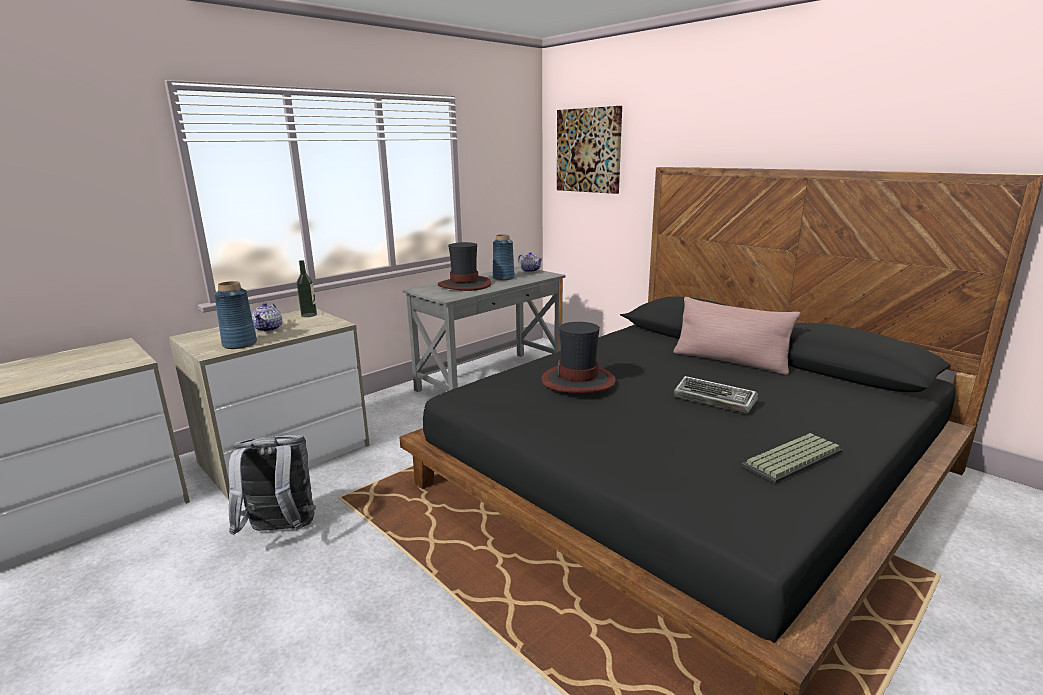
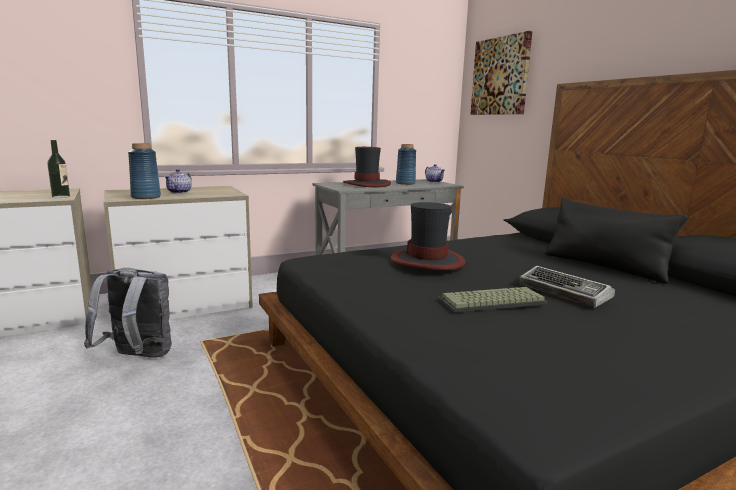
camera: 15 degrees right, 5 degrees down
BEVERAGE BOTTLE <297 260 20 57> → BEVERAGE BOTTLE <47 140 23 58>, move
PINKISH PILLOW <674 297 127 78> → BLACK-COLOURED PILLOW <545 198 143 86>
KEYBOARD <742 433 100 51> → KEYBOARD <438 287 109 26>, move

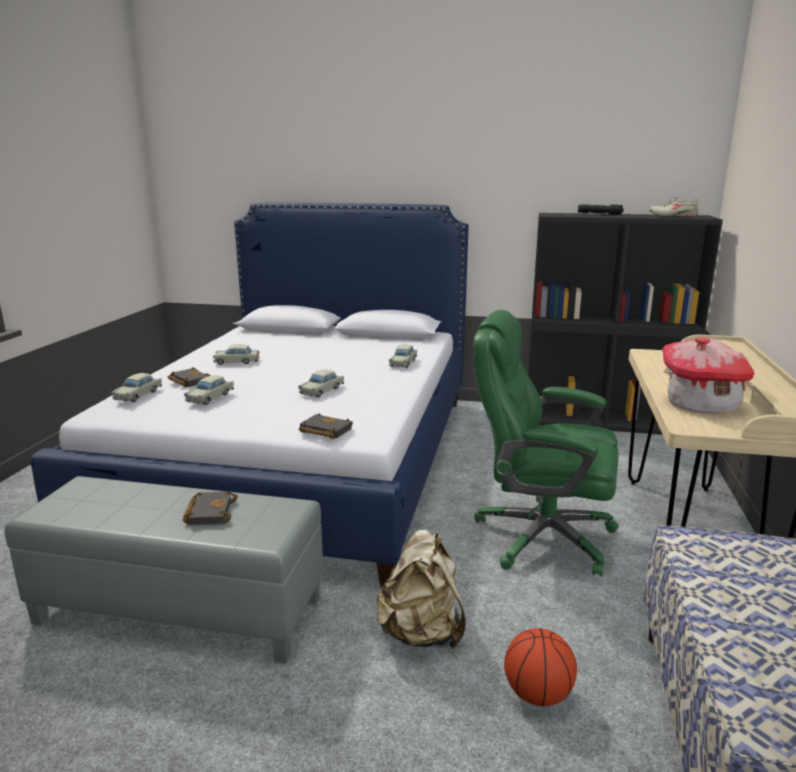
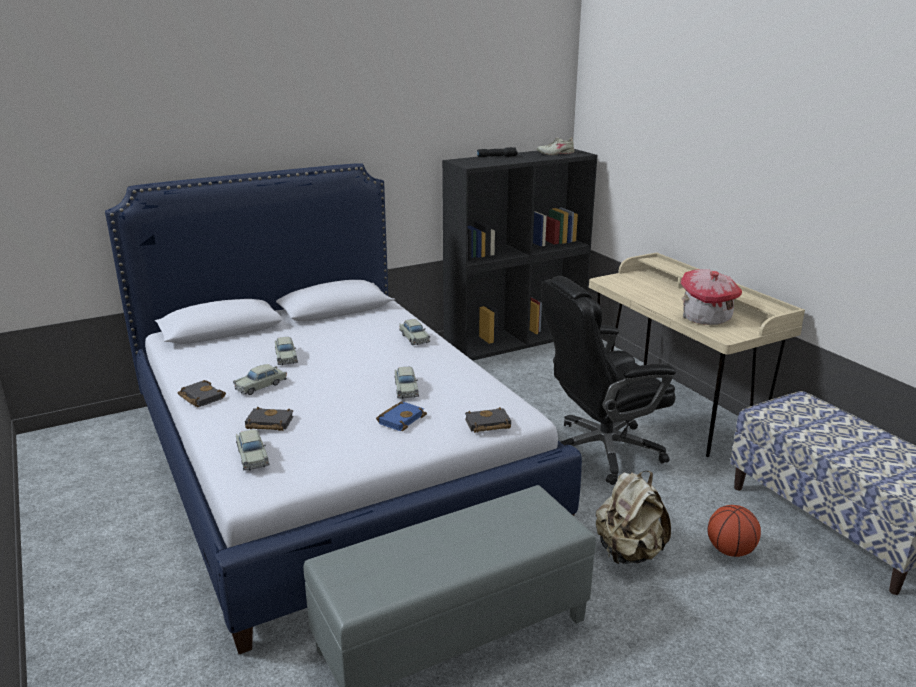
camera: 40 degrees left, 5 degrees up
GREEN-COLOURED OFFICE CHAIR <474 310 145 266> → BLACK-COLOURED OFFICE CHAIR <541 276 135 209>
BEIGE-COLOURED MINIATURE CAR <184 375 50 30> → BEIGE-COLOURED MINIATURE CAR <275 337 23 28>, move
BLACK-COLOURED VOLUME <183 491 55 34> → BLACK-COLOURED VOLUME <178 380 48 27>, move
- → BLUISH VOLUME <376 401 51 30>

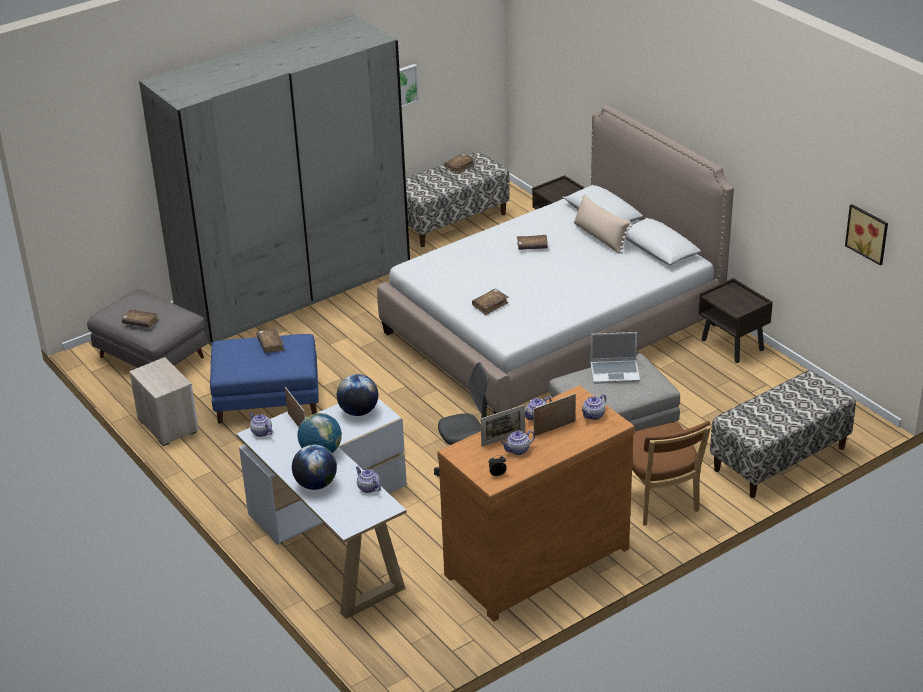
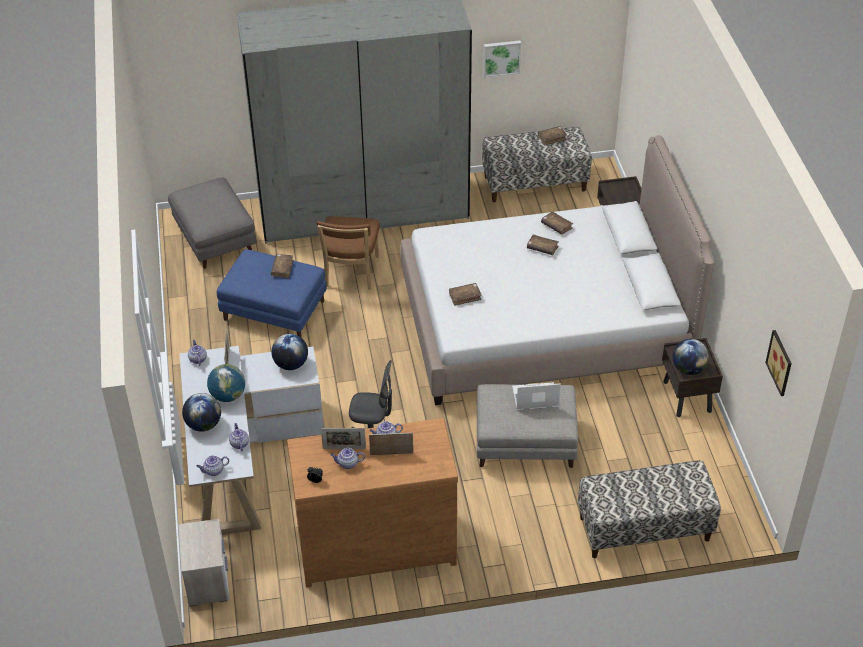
camera: 25 degrees right, 10 degrees up
BEIGE-COLOURED PILLOW <574 194 58 60> → -
BROWNISH VOLUME <122 309 37 19> → BROWNISH VOLUME <541 211 32 24>, move
LAPTOP <590 332 50 52> → LAPTOP <512 382 49 29>, 150 degrees clockwise
NIGHT TABLE <129 357 70 89> → NIGHT TABLE <178 519 51 88>, move
TEA POT <581 394 25 26> → TEA POT <196 455 33 21>, move
BROWNISH PLAIN CHAIR <632 421 79 104> → BROWNISH PLAIN CHAIR <316 216 64 74>, move
- → GLOBE <673 339 36 36>

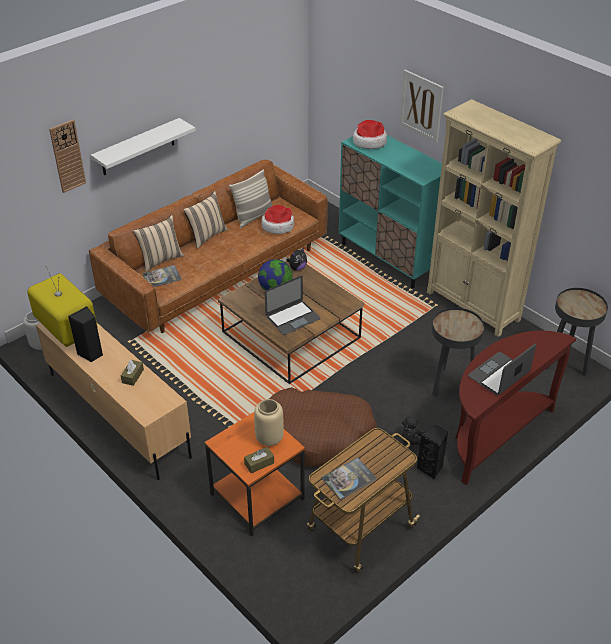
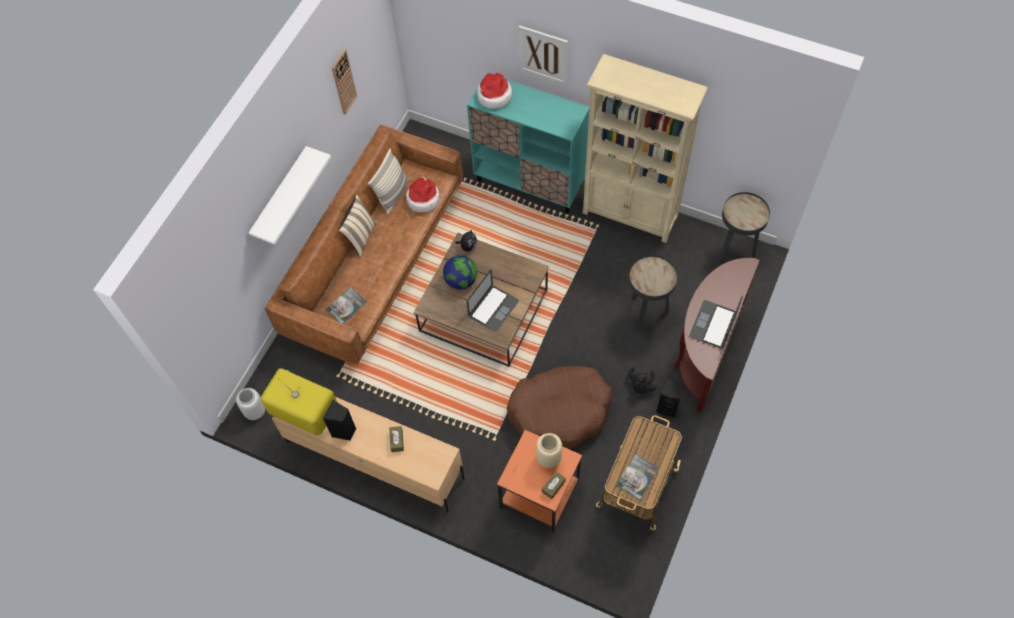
camera: 20 degrees left, 20 degrees up
HANGING CLOCK <49 119 37 74> → HANGING CLOCK <332 49 25 66>, move
BEIGE-COLOURED PILLOW <133 215 51 57> → -

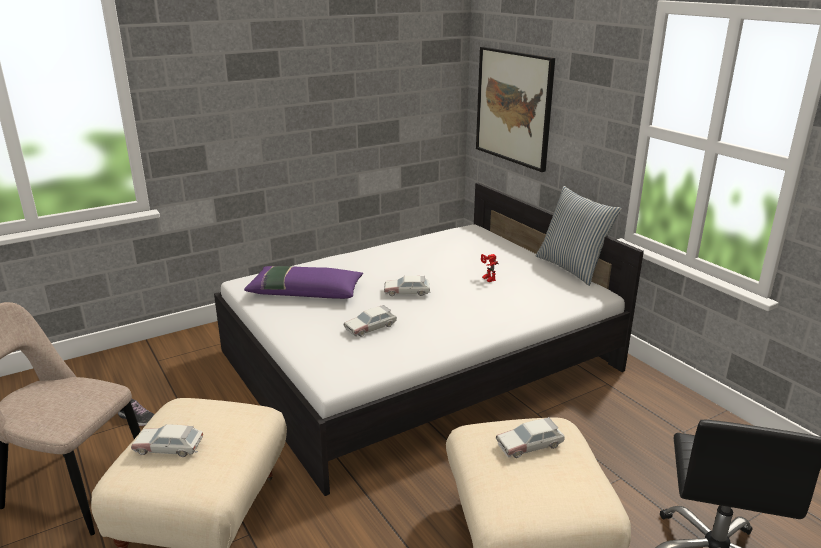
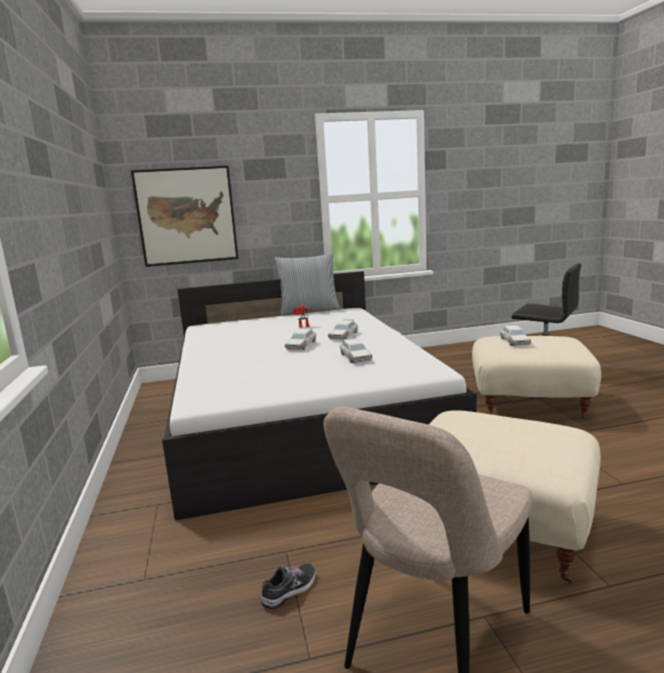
camera: 70 degrees left, 10 degrees down
PURPLE-COLOURED PILLOW <244 266 119 33> → -
MINIATURE CAR <131 424 72 33> → MINIATURE CAR <328 319 30 21>, move

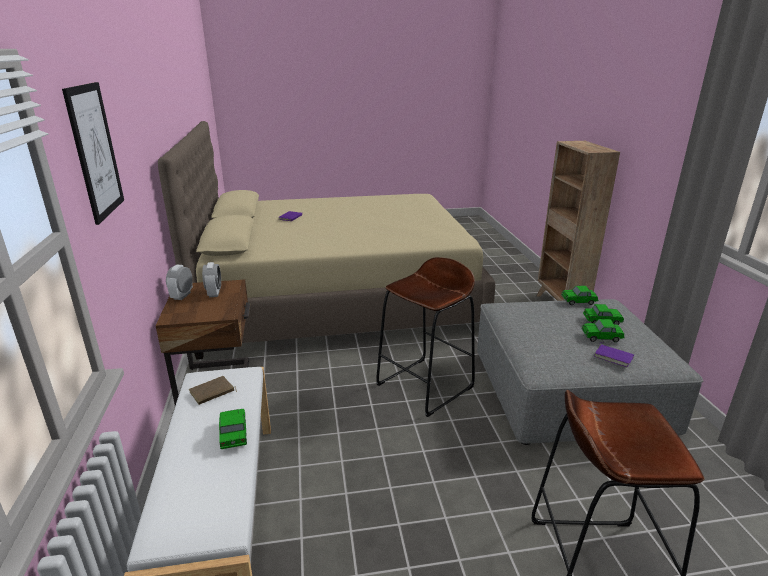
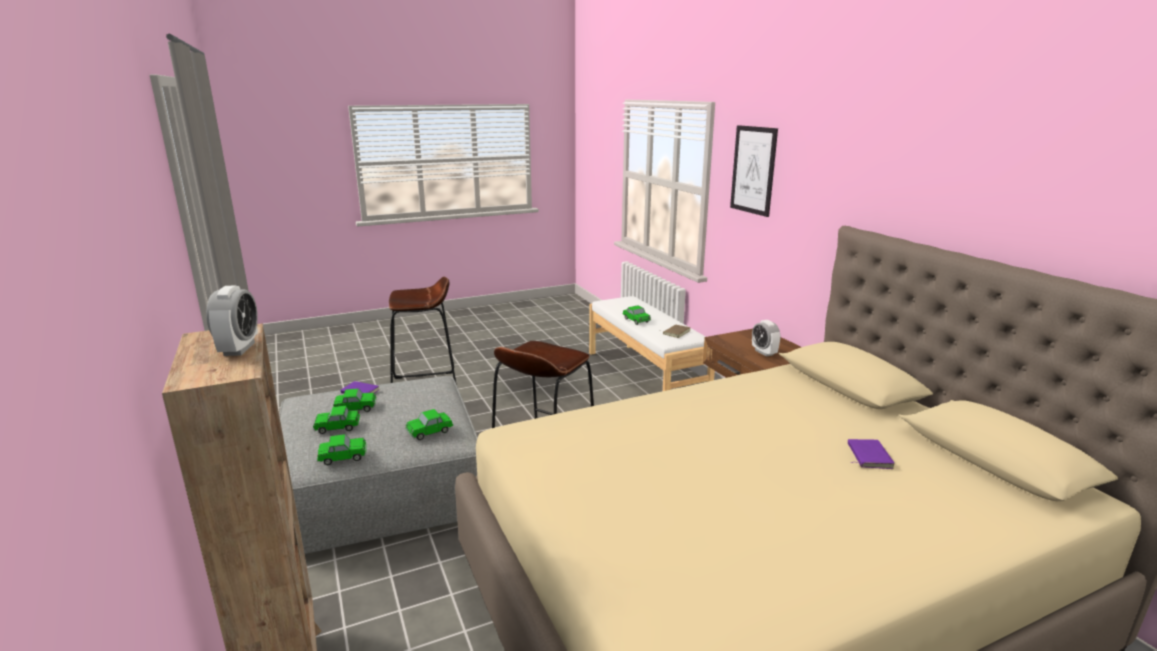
camera: 165 degrees right, 5 degrees down
BEDSIDE CLOCK <166 265 27 35> → BEDSIDE CLOCK <206 286 52 70>, move
- → MINIATURE CAR <405 409 48 31>

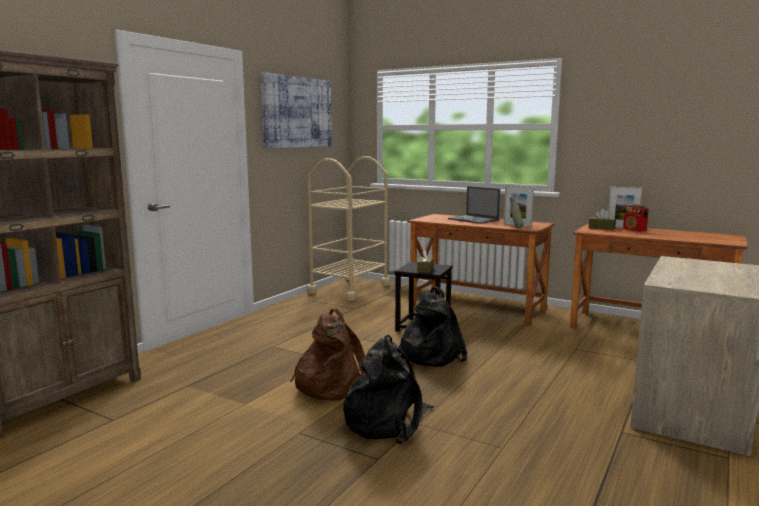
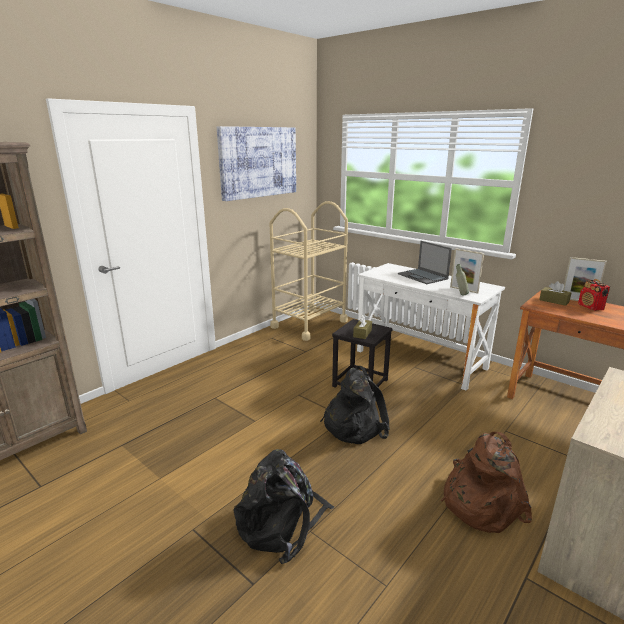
camera: 10 degrees right, 10 degrees up
BROWNISH DESK TABLE <408 214 146 112> → WHITE DESK TABLE <357 263 148 128>
BROWNISH KNAPSACK <290 308 76 93> → BROWNISH KNAPSACK <441 432 91 101>, move

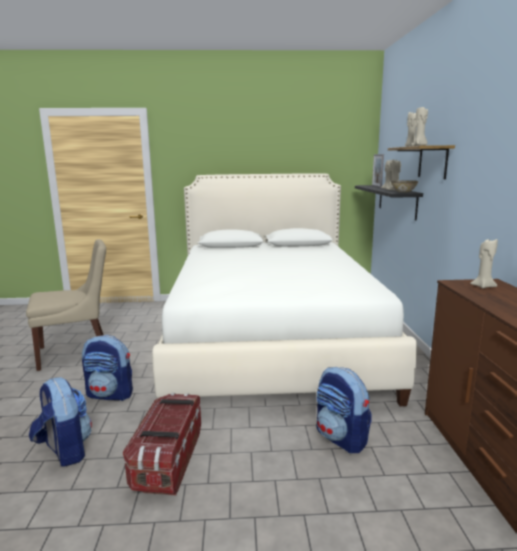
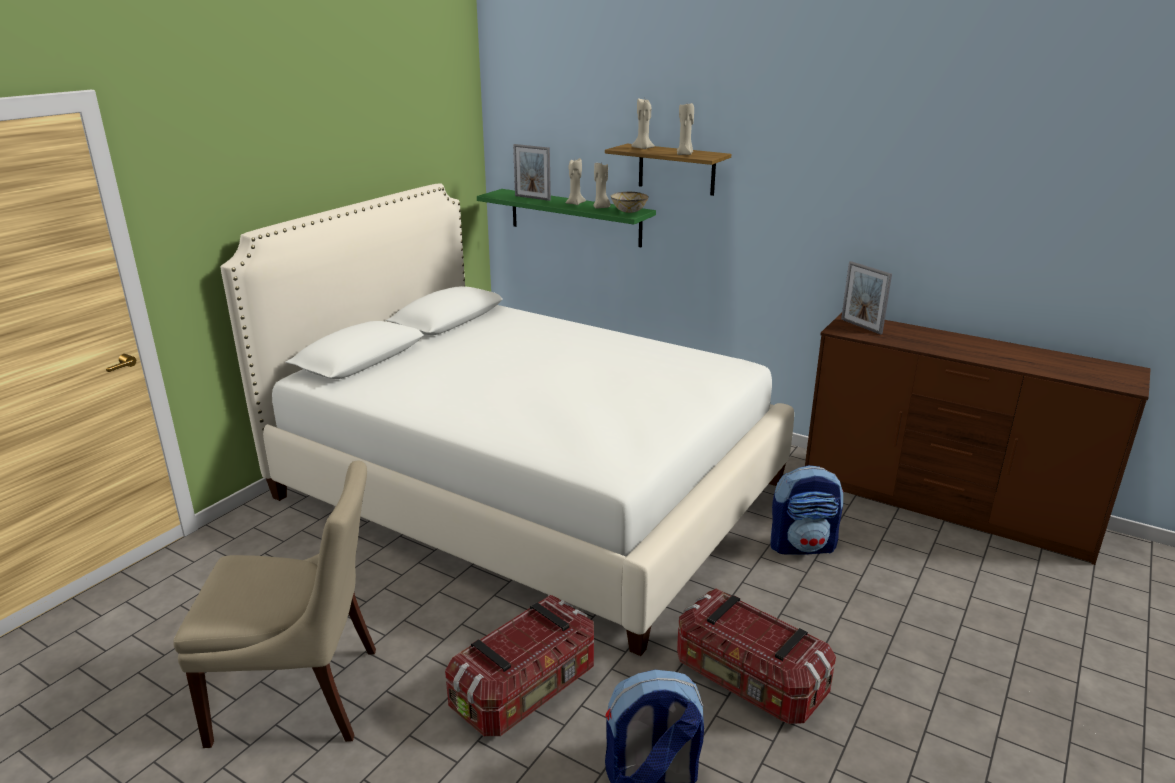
camera: 55 degrees left, 10 degrees up
BLACK-COLOURED BRACKET SHELF <355 185 68 35> → GREEN-COLOURED BRACKET SHELF <477 189 179 58>
BEIGE-COLOURED WAX CANDLE <470 238 28 51> → PICTURE FRAME <841 261 51 74>
BEIGE-COLOURED PLAIN CHAIR <26 239 80 132> → BEIGE-COLOURED PLAIN CHAIR <173 461 203 287>, 75 degrees clockwise
KNAPSACK <82 335 51 66> → STORAGE BOX <445 595 149 141>

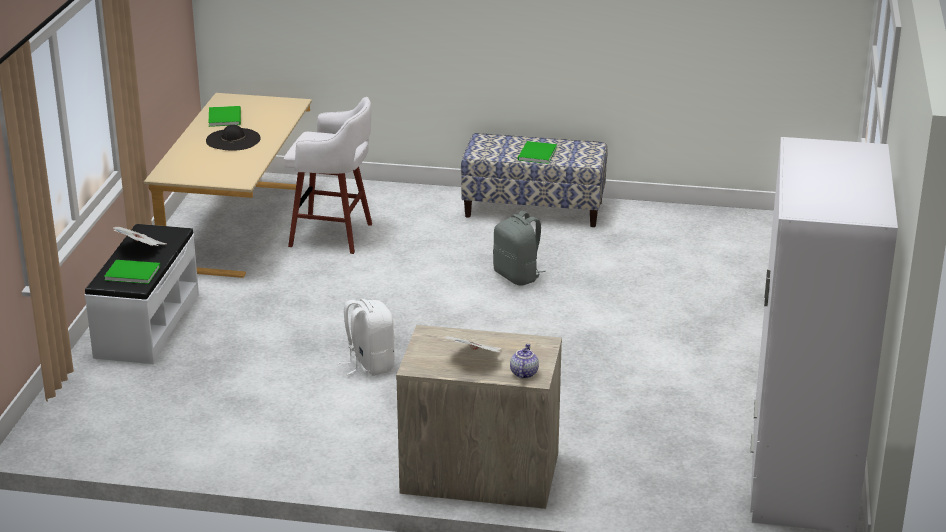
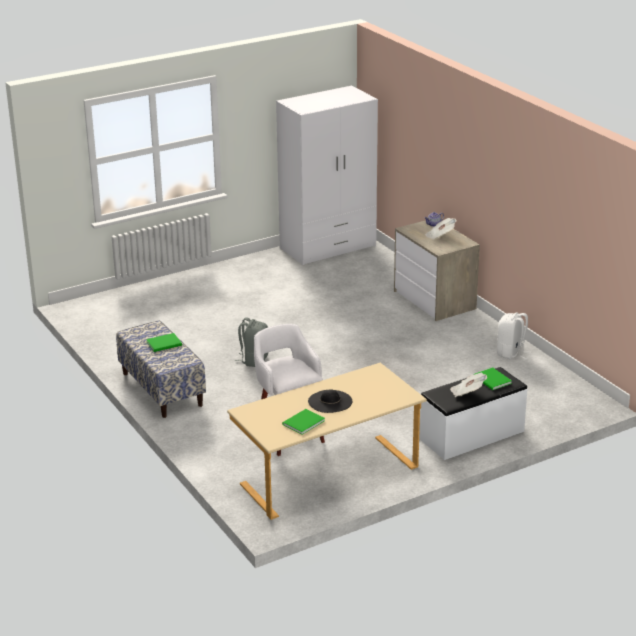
camera: 130 degrees left, 0 degrees up
WHITE KNAPSACK <338 299 57 77> → WHITE KNAPSACK <497 312 34 47>, move

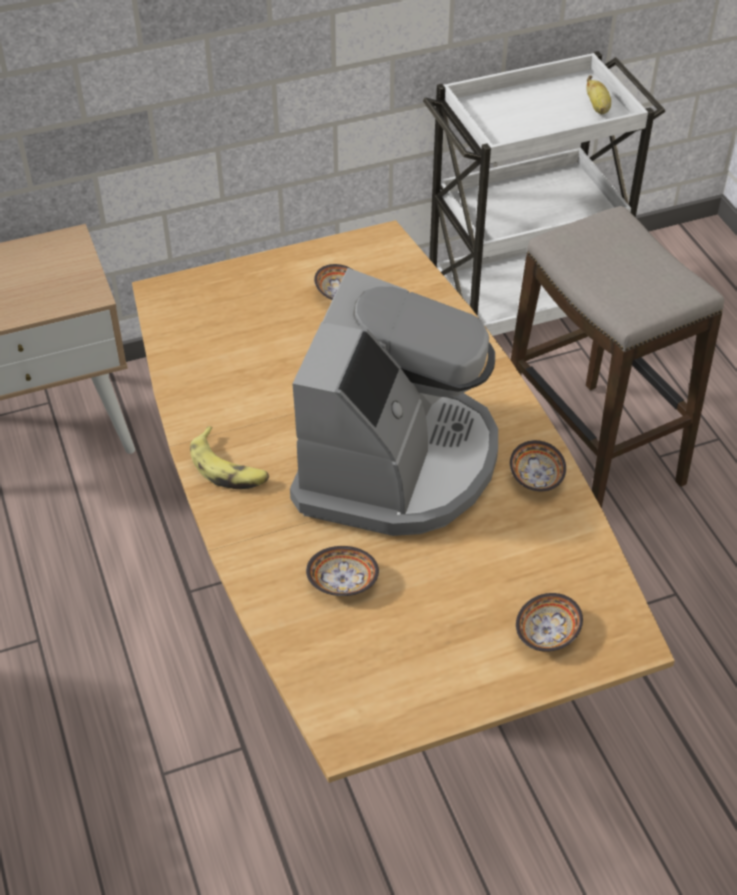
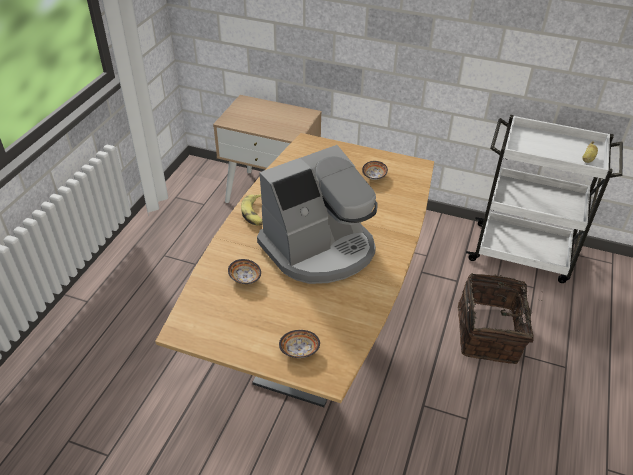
camera: 40 degrees right, 5 degrees down
STOOL <511 206 213 302> → BASKET <458 273 85 91>
DEEP DISH <510 440 56 52> → -

